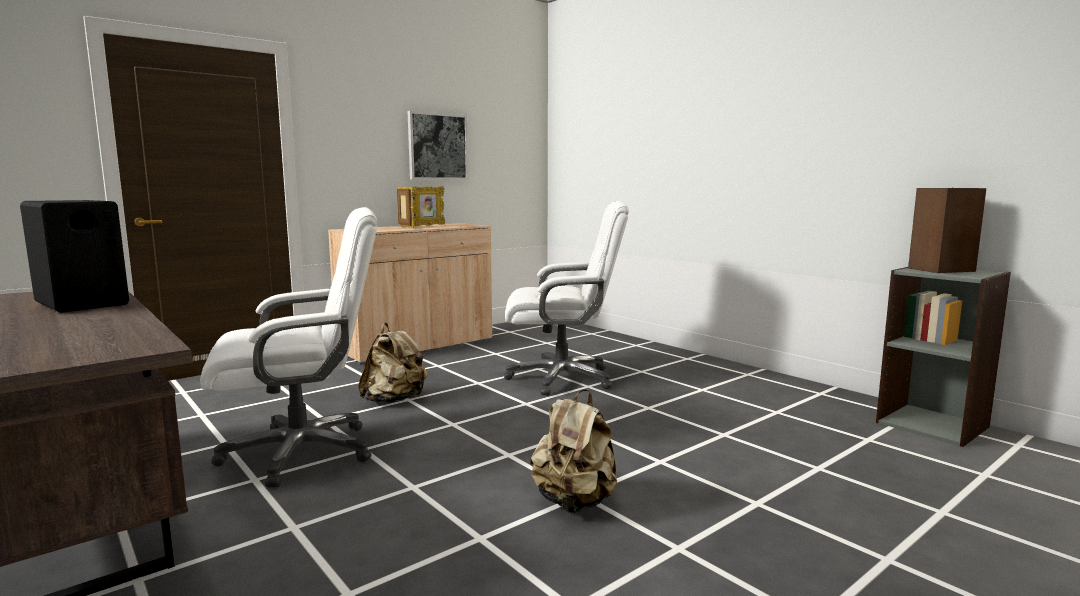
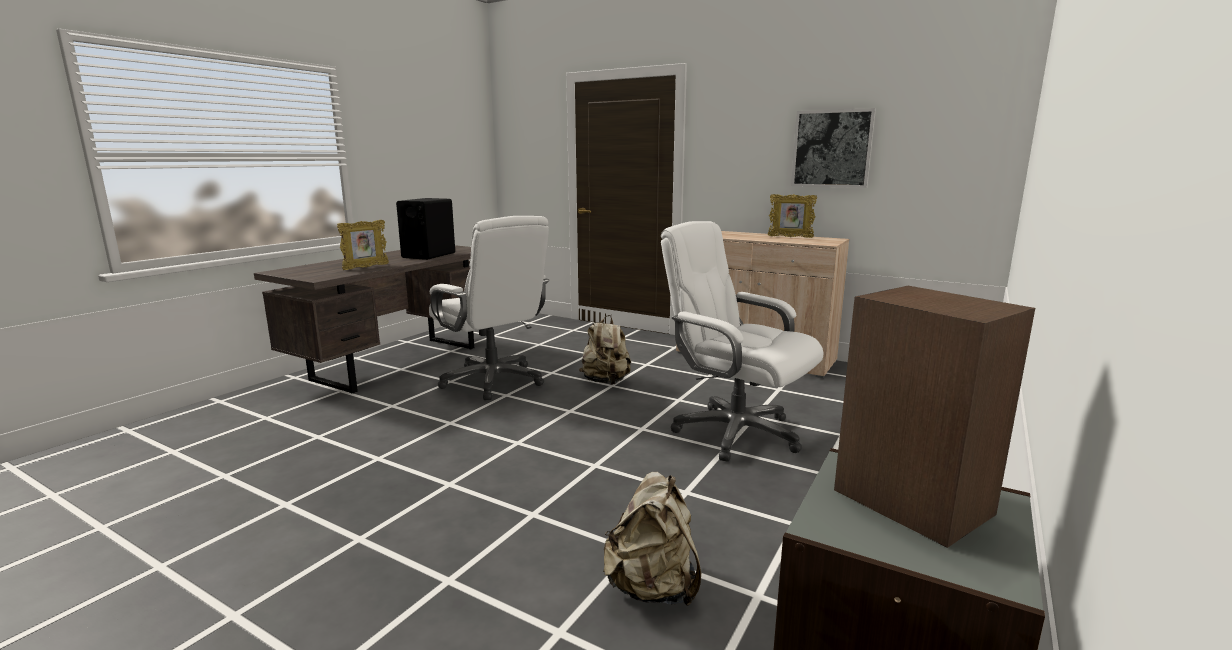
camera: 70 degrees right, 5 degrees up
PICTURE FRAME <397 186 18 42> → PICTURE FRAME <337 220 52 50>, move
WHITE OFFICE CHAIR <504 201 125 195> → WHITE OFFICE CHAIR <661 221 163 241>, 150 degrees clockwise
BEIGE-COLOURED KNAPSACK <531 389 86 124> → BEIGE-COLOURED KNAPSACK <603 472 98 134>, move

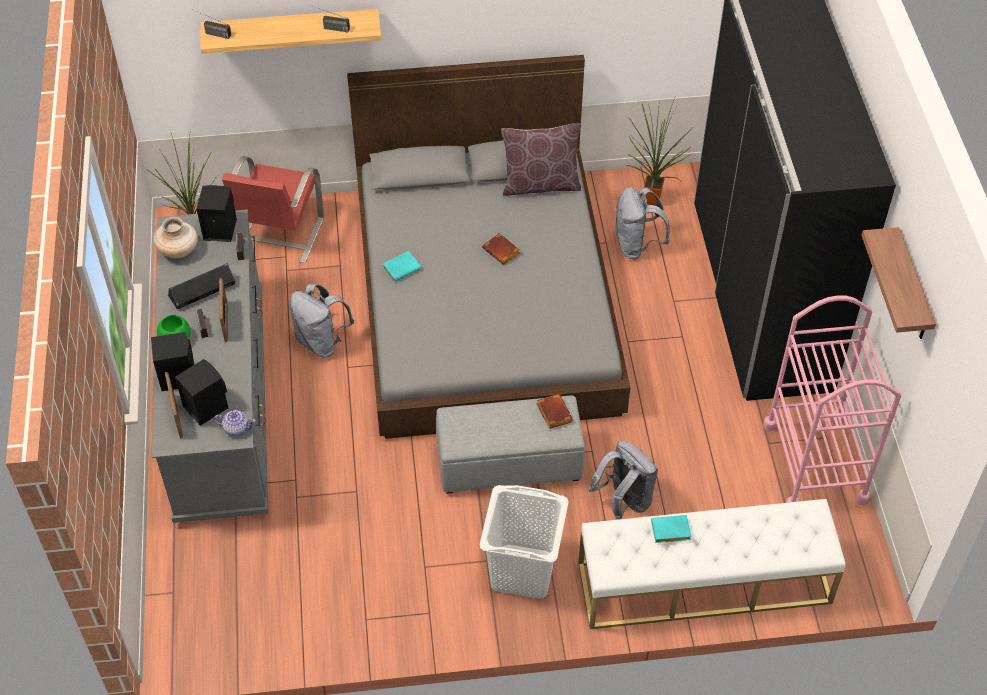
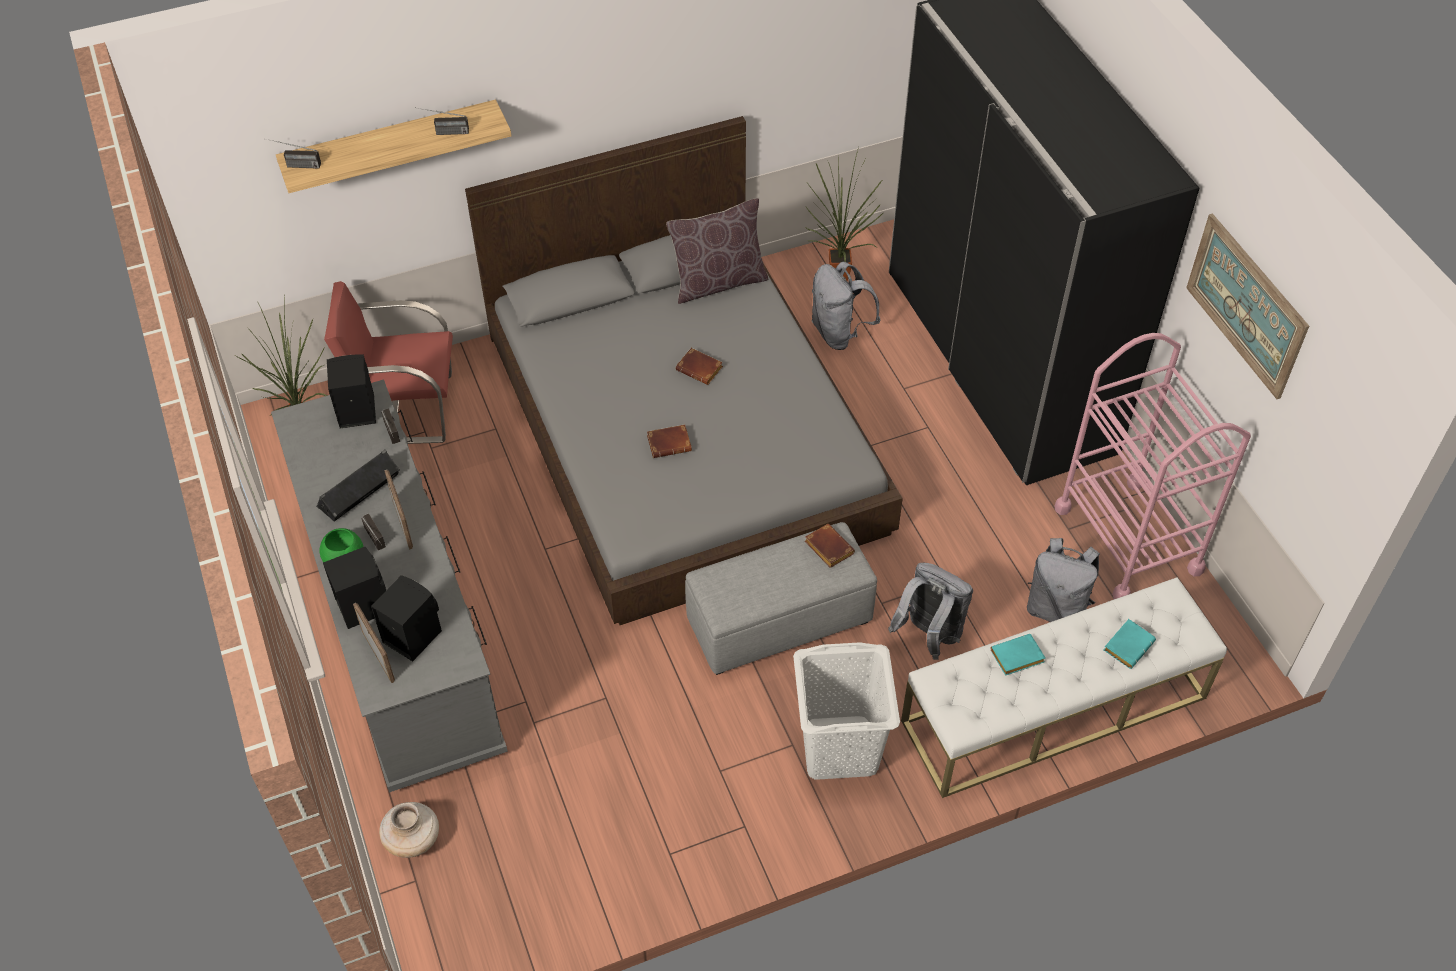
camera: 15 degrees left, 0 degrees up
REDDISH PLAIN CHAIR <222 156 102 107> → REDDISH PLAIN CHAIR <324 281 129 163>, 90 degrees clockwise
BEIGE-COLOURED DECORATIVE VASE <154 217 44 41> → BEIGE-COLOURED DECORATIVE VASE <379 802 60 56>, move
BRACKET SHELF <861 227 75 112> → PICTURE <1186 213 123 186>
BLUE-GREEN VOLUME <383 251 38 31> → BLUE-GREEN VOLUME <1104 619 52 50>, move
GREY KNAPSACK <289 284 65 73> → GREY KNAPSACK <1027 538 73 84>, move
TEA POT <214 410 42 27> → -
- → BROWNISH VOLUME <647 424 45 34>

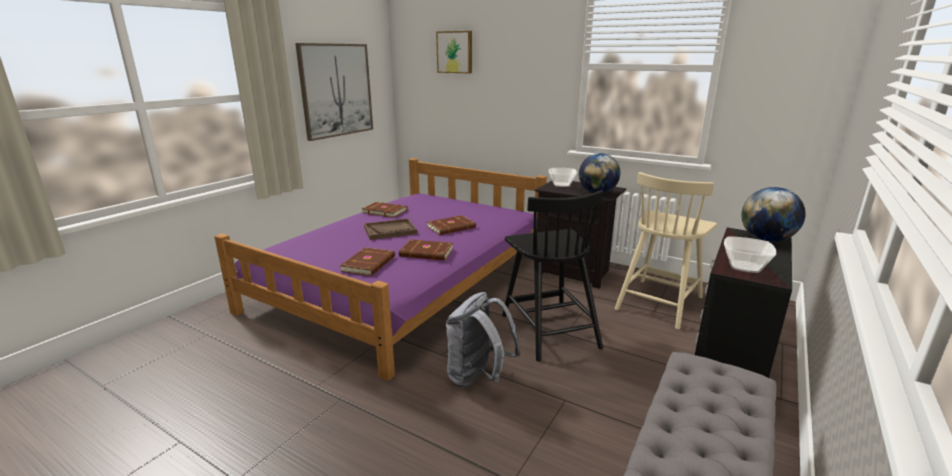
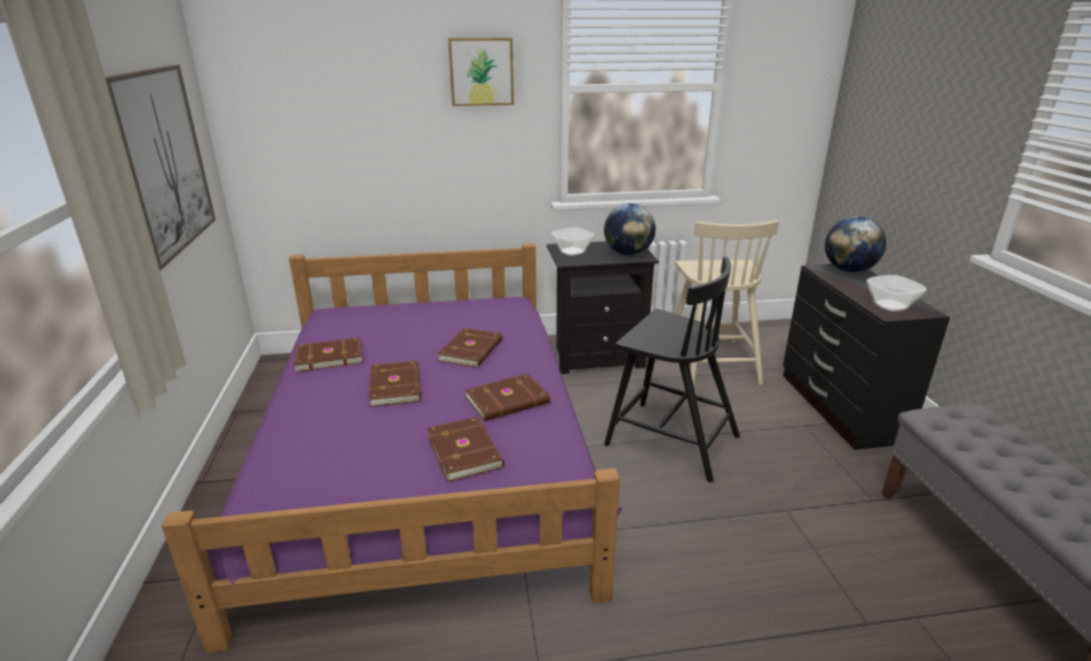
camera: 40 degrees left, 5 degrees up
PICTURE <436 31 36 43> → PICTURE <448 38 66 68>, move
BROWNISH CARRYING TRAY <364 218 53 22> → BROWNISH VOLUME <369 361 52 46>
GREY KNAPSACK <446 292 75 96> → -

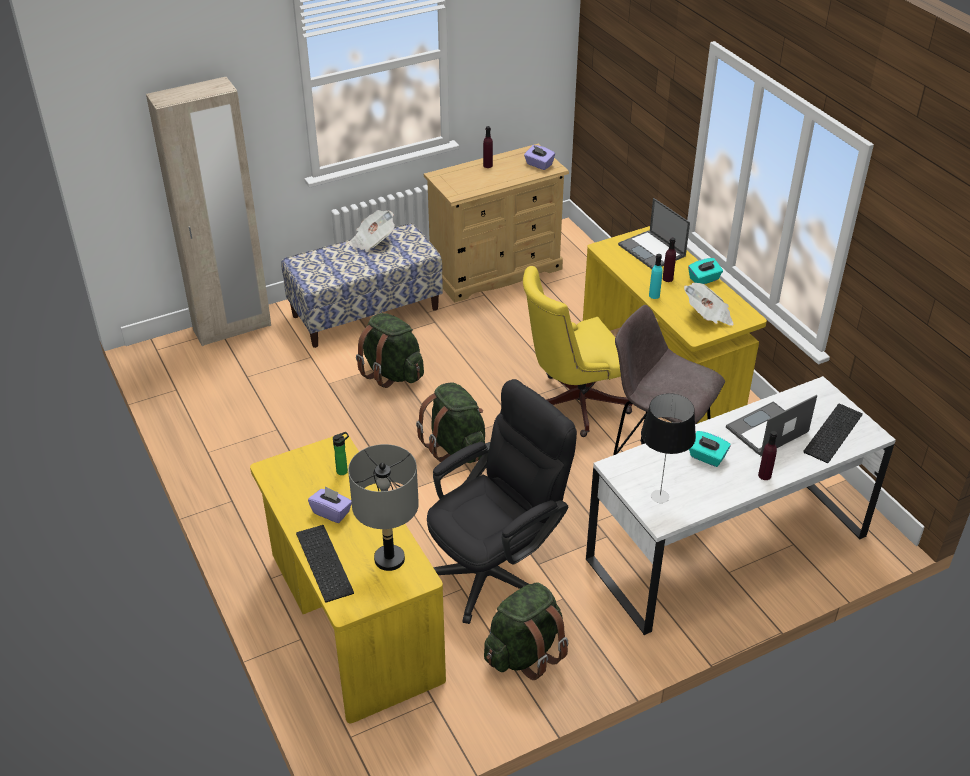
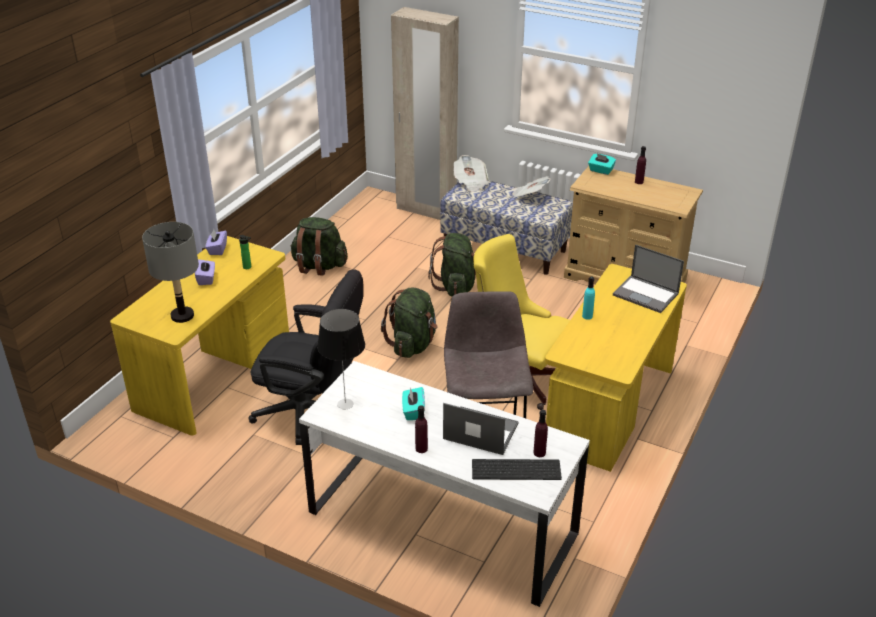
camera: 55 degrees right, 5 degrees down
PURPLE-COLOURED TISSUE BOX <524 145 31 25> → PURPLE-COLOURED TISSUE BOX <205 229 22 26>, move
LAPTOP <618 198 72 71> → LAPTOP <613 244 71 69>, 75 degrees counterclockwise
PURPLE-COLOURED BEVERAGE BOTTLE <663 237 13 45> → PURPLE-COLOURED BEVERAGE BOTTLE <533 410 15 47>, move
BLUE-GREEN TISSUE BOX <688 258 35 26> → BLUE-GREEN TISSUE BOX <588 154 28 21>, move
PRINTED PAPER <684 283 50 43> → PRINTED PAPER <453 155 36 37>, move
KEYBOARD <296 525 58 78> → -
GREEN-COLOURED KNAPSACK <484 582 84 98> → GREEN-COLOURED KNAPSACK <291 217 56 59>, move

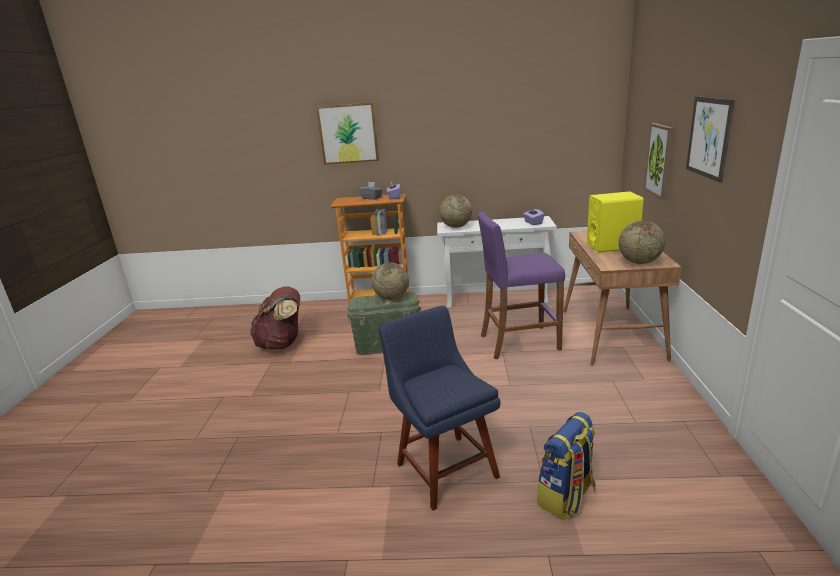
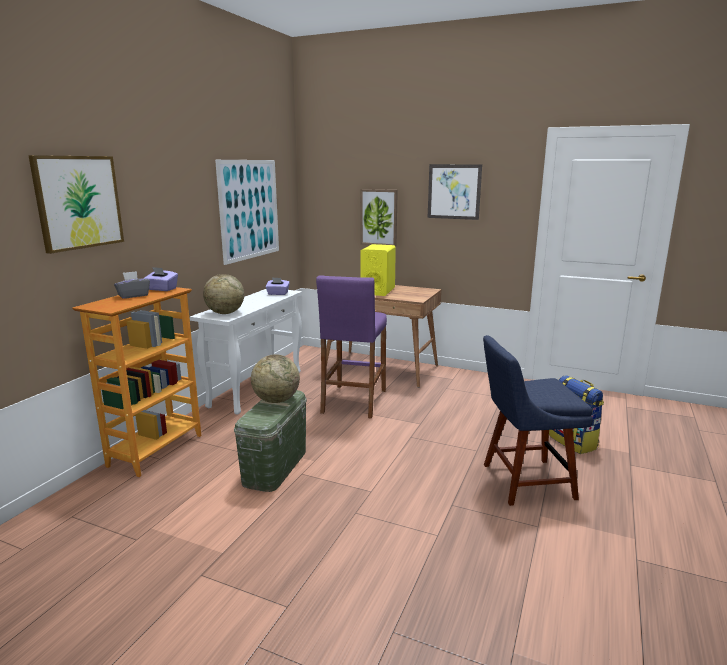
camera: 70 degrees left, 5 degrees down
GLOBE <618 221 47 43> → -
BROWNISH KNAPSACK <250 286 50 63> → -
- → PICTURE <215 160 64 105>

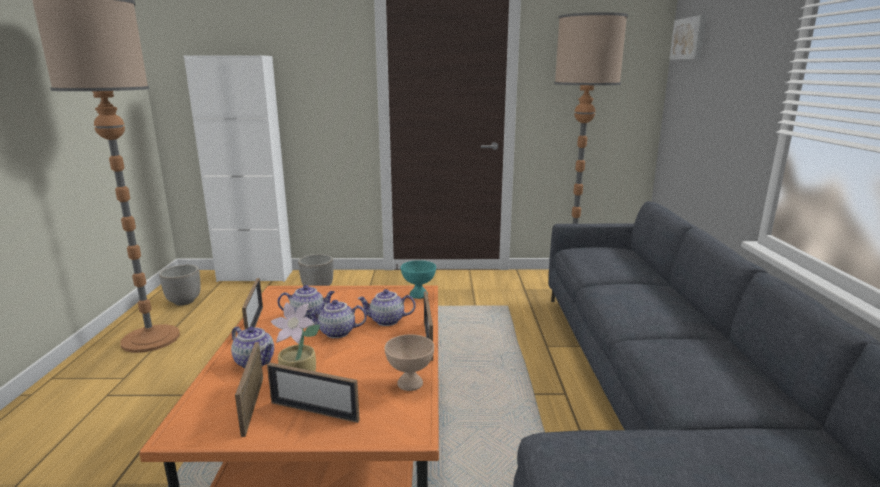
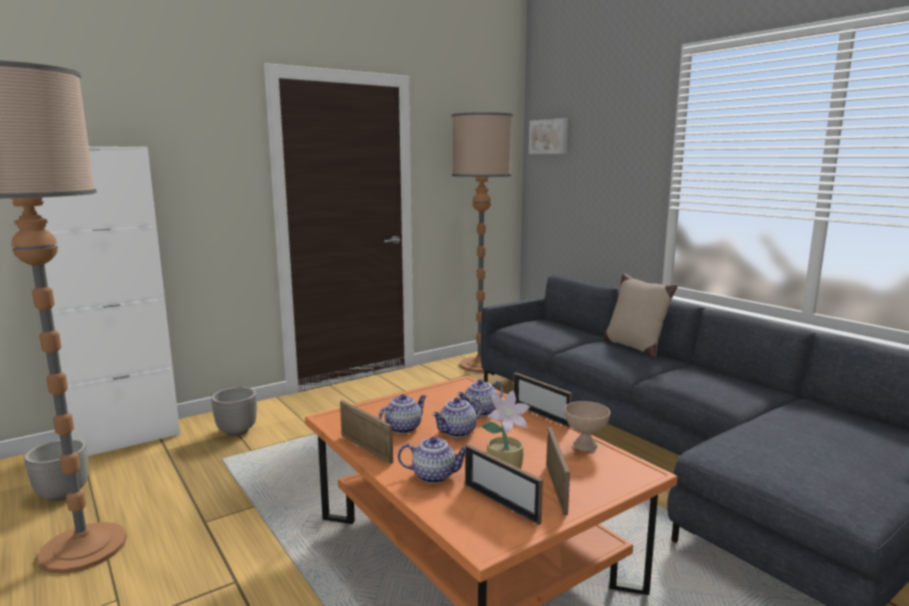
camera: 35 degrees left, 5 degrees down
BLUE-GREEN DEEP DISH <401 260 35 39> → -
PICTURE FRAME <267 362 93 61> → PICTURE FRAME <546 427 24 88>, 75 degrees counterclockwise
- → BEIGE-COLOURED PILLOW <603 273 75 86>

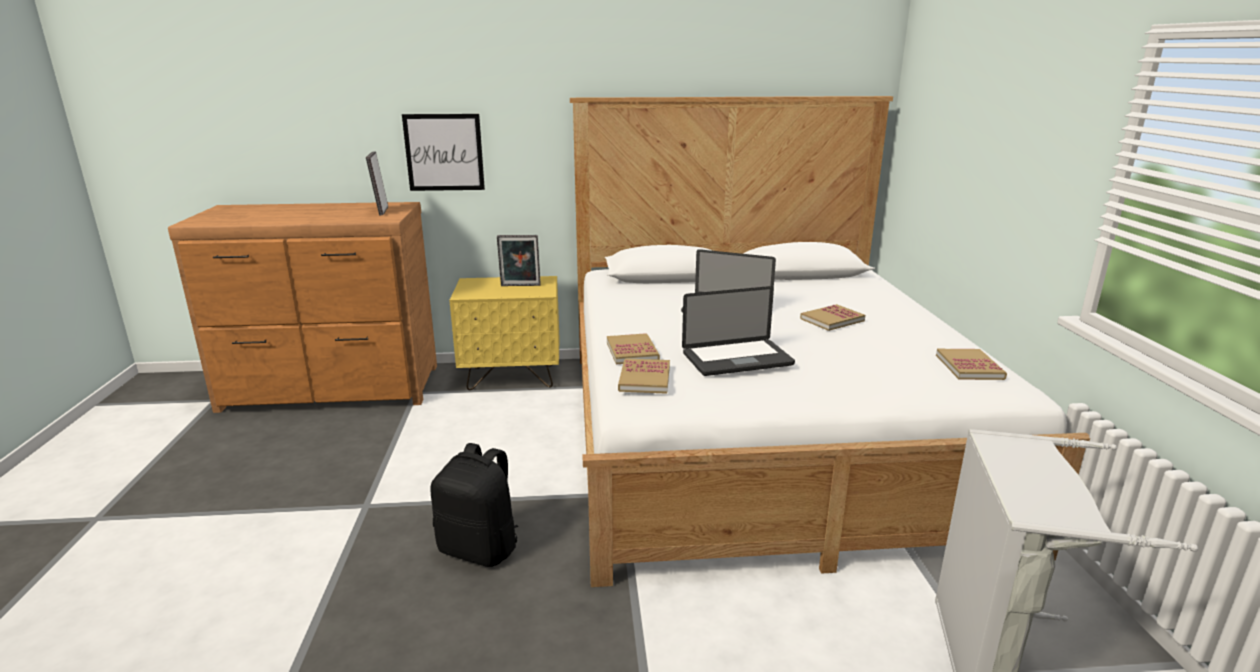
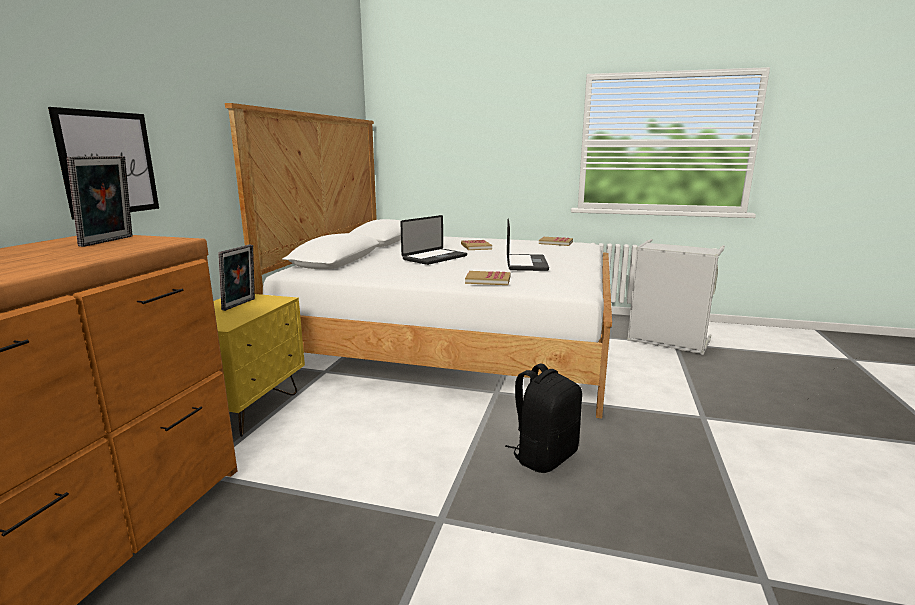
camera: 70 degrees left, 5 degrees down
PICTURE FRAME <366 151 22 65> → PICTURE FRAME <67 156 65 91>, 90 degrees counterclockwise
VOLUME <618 358 52 36> → -

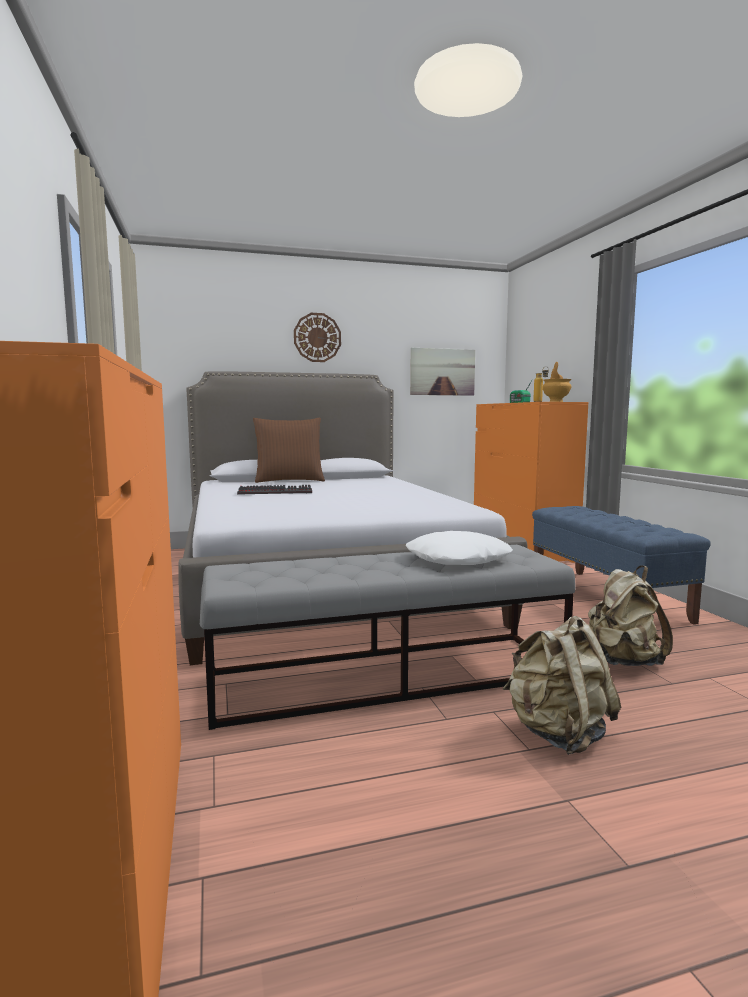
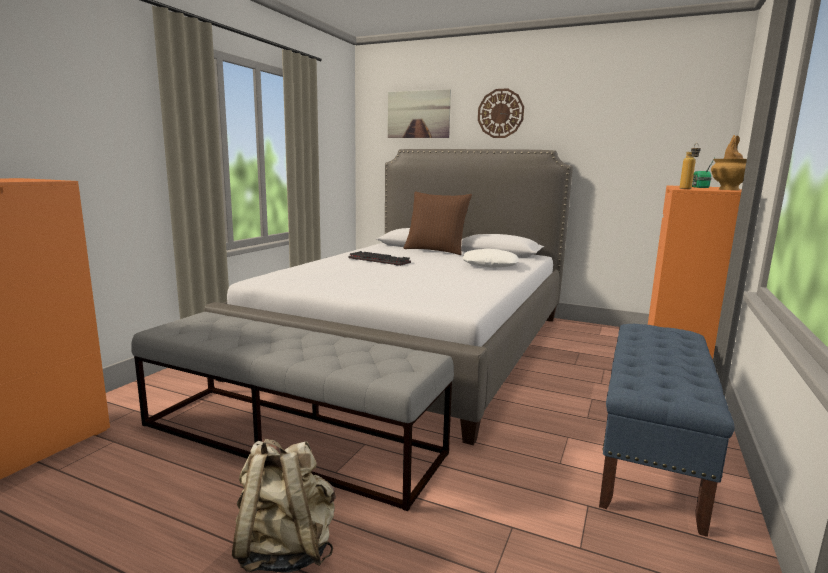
camera: 40 degrees right, 5 degrees up
PICTURE <410 348 65 48> → PICTURE <388 89 63 49>, move
WHITE PILLOW <406 531 107 34> → WHITE PILLOW <463 249 56 19>, move
BEIGE-COLOURED KNAPSACK <588 566 85 100> → -

